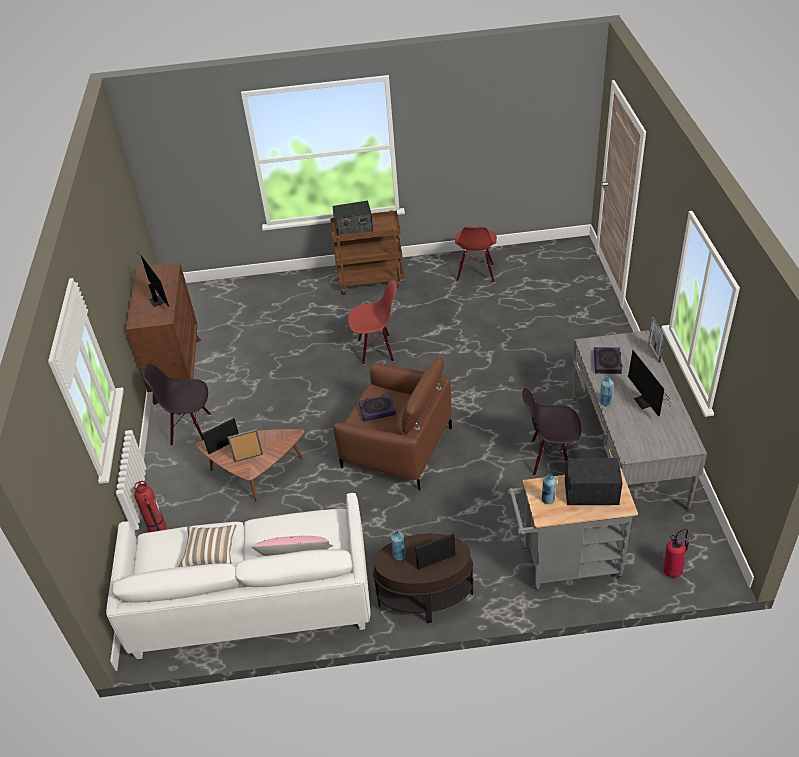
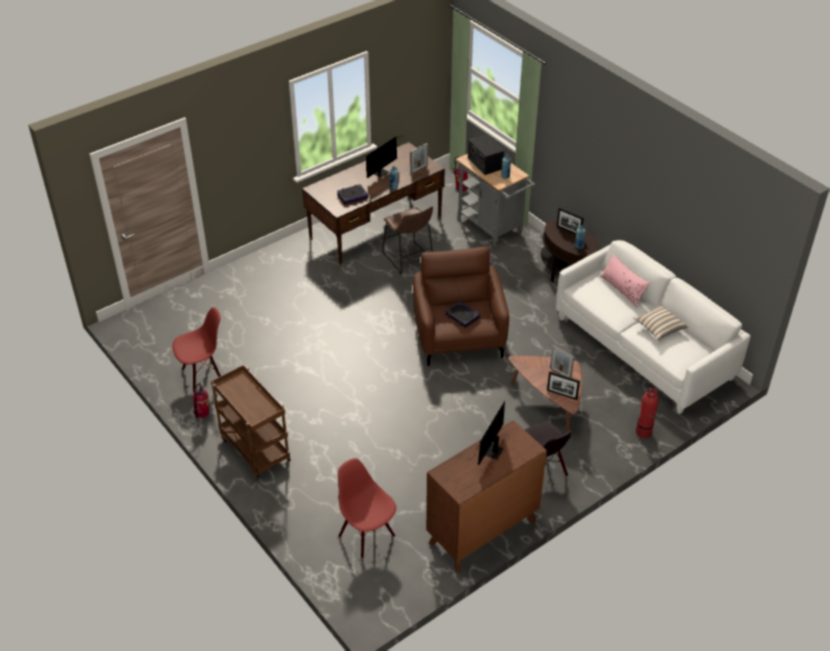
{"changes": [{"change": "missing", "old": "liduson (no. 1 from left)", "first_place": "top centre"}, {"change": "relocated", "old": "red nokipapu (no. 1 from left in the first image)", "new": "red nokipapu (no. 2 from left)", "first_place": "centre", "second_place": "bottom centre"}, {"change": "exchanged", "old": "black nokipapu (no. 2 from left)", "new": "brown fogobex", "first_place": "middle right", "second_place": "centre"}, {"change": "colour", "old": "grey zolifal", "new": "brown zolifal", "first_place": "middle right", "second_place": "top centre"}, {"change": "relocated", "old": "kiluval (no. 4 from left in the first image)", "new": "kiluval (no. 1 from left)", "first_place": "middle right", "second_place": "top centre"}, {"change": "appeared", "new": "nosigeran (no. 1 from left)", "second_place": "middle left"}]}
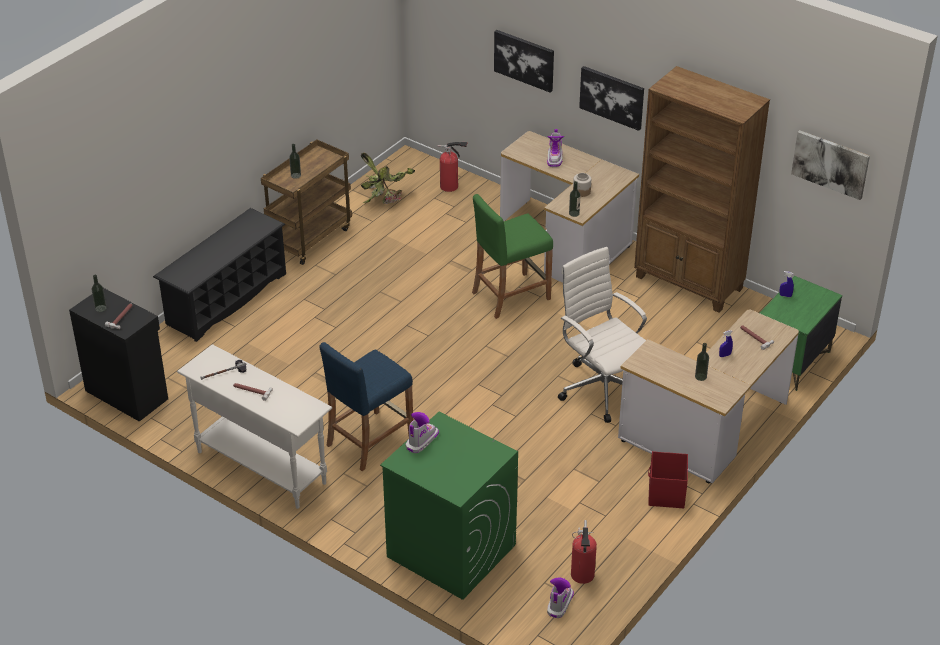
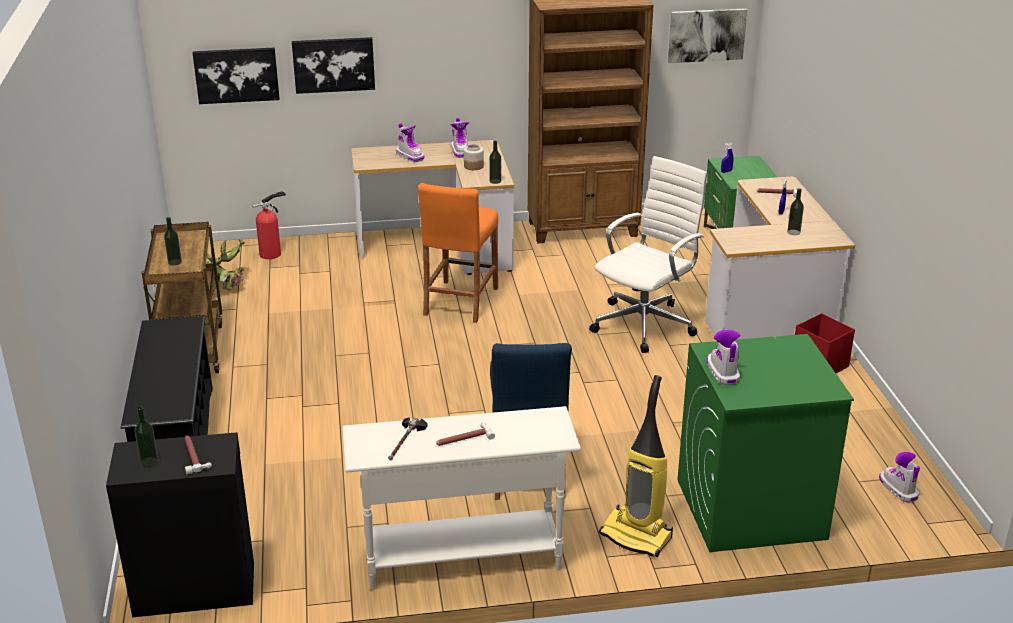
{"changes": [{"change": "colour", "old": "green fogobex", "new": "orange fogobex", "first_place": "centre", "second_place": "centre"}, {"change": "spun", "old": "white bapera", "first_place": "centre", "second_place": "centre", "degrees": 120}, {"change": "missing", "old": "nosigeran (no. 2 from left)", "first_place": "bottom centre"}, {"change": "relocated", "old": "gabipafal (no. 2 from left in the first image)", "new": "gabipafal (no. 1 from left)", "first_place": "top centre", "second_place": "top left"}, {"change": "appeared", "new": "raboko (no. 2 from left)", "second_place": "top centre"}, {"change": "appeared", "new": "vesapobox", "second_place": "bottom centre"}]}
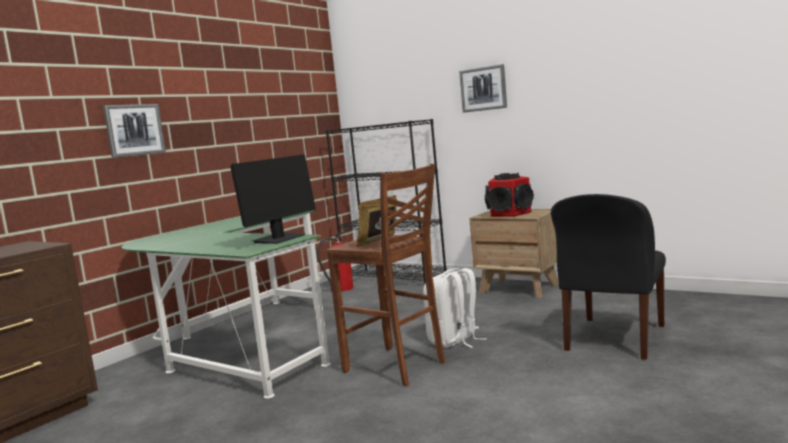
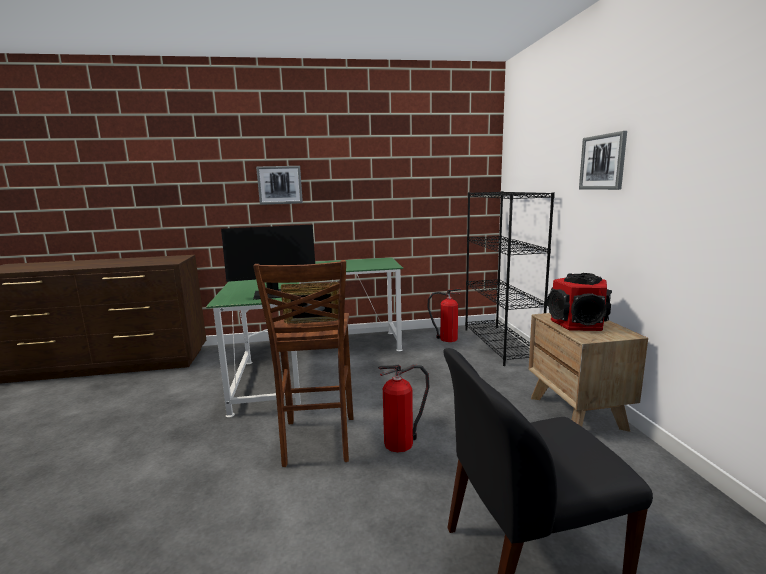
{"changes": [{"change": "exchanged", "old": "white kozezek", "new": "nosigeran (no. 1 from left)", "first_place": "bottom centre", "second_place": "bottom centre"}]}
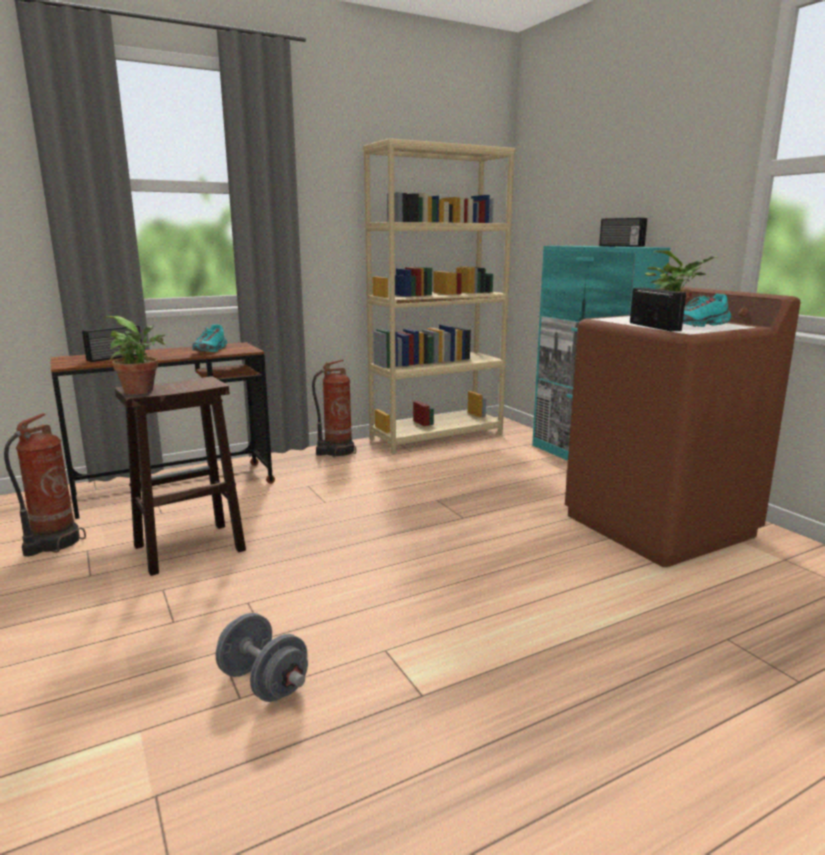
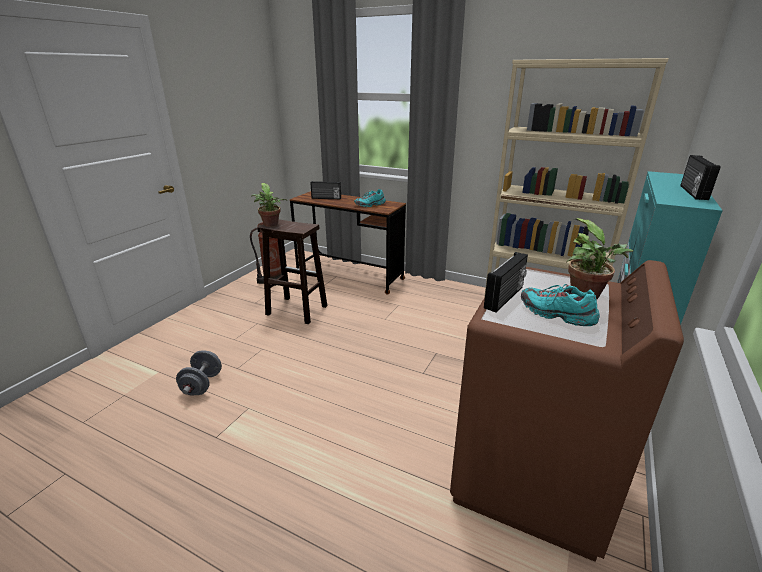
{"changes": [{"change": "missing", "old": "nosigeran (no. 2 from left)", "first_place": "centre"}]}
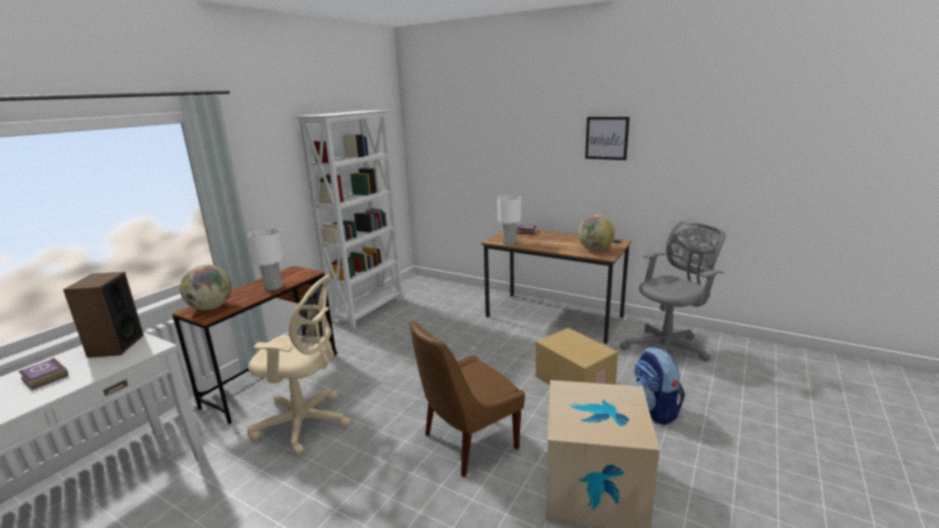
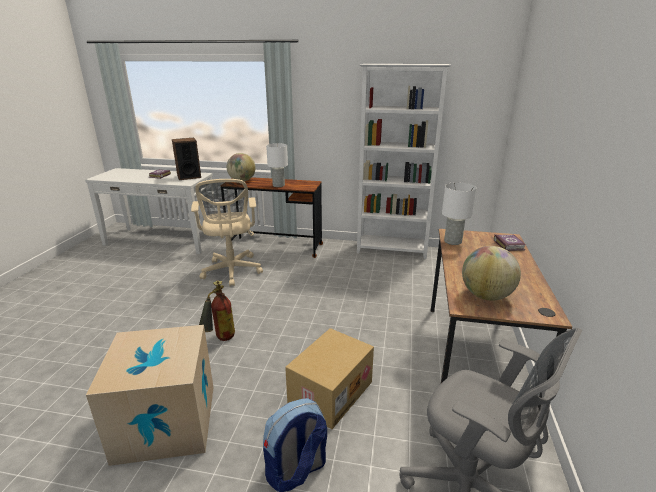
{"changes": [{"change": "exchanged", "old": "brown nokipapu", "new": "nosigeran", "first_place": "bottom centre", "second_place": "middle left"}, {"change": "missing", "old": "gabipafal", "first_place": "top centre"}]}
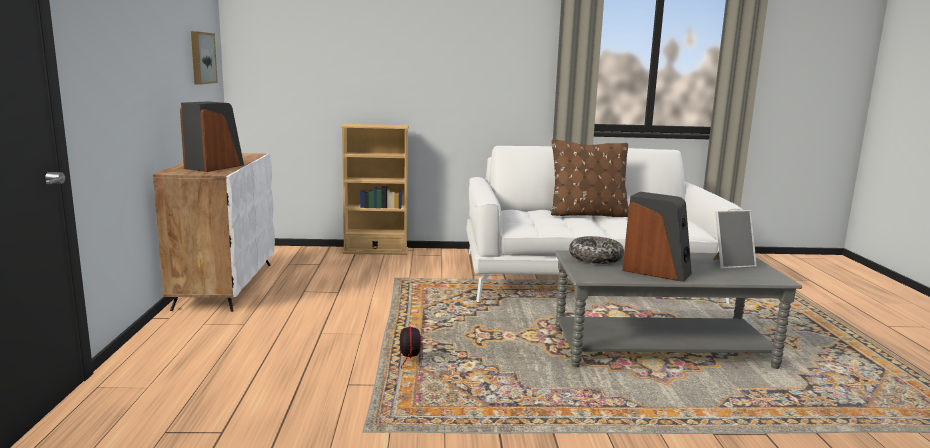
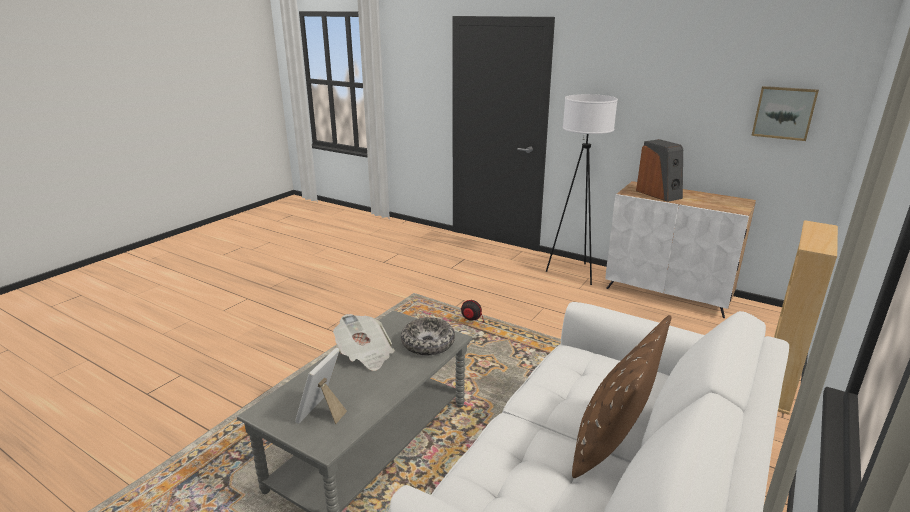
{"changes": [{"change": "exchanged", "old": "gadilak (no. 2 from left)", "new": "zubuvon", "first_place": "middle right", "second_place": "bottom centre"}, {"change": "appeared", "new": "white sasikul", "second_place": "centre"}]}
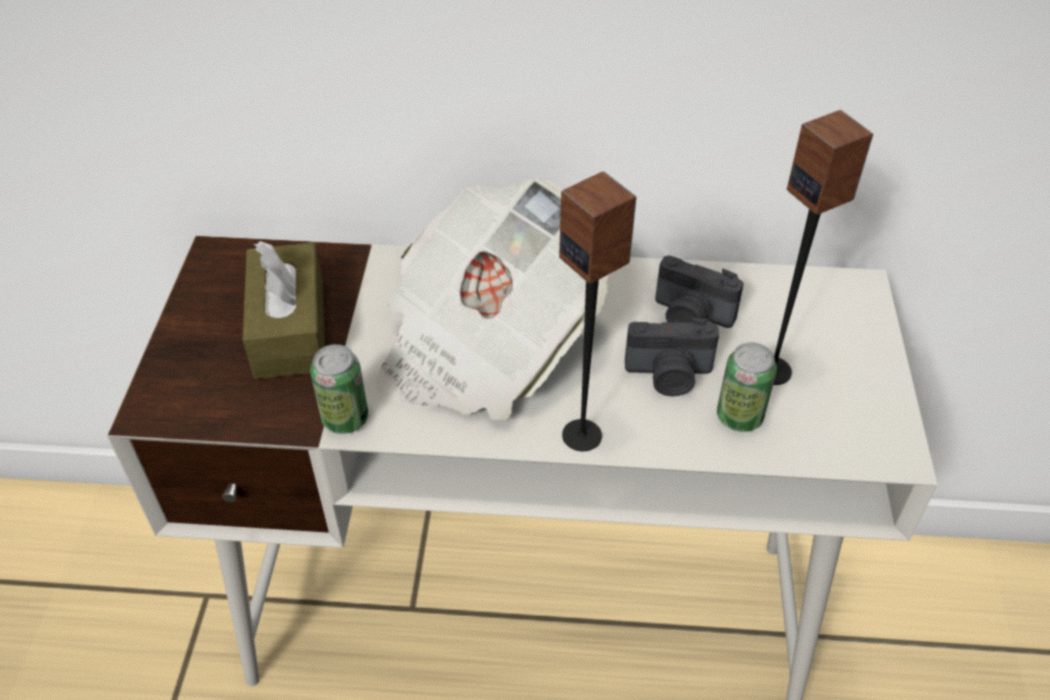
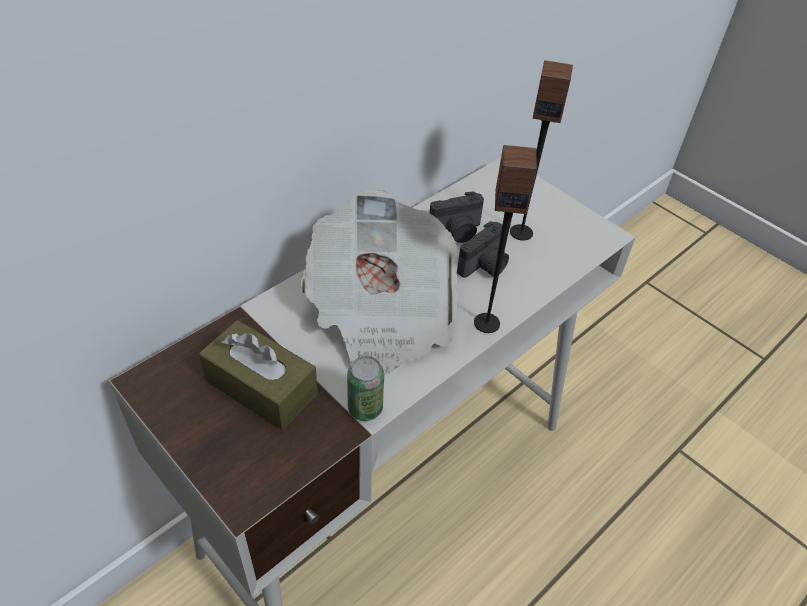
{"changes": [{"change": "missing", "old": "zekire (no. 2 from left)", "first_place": "middle right"}]}
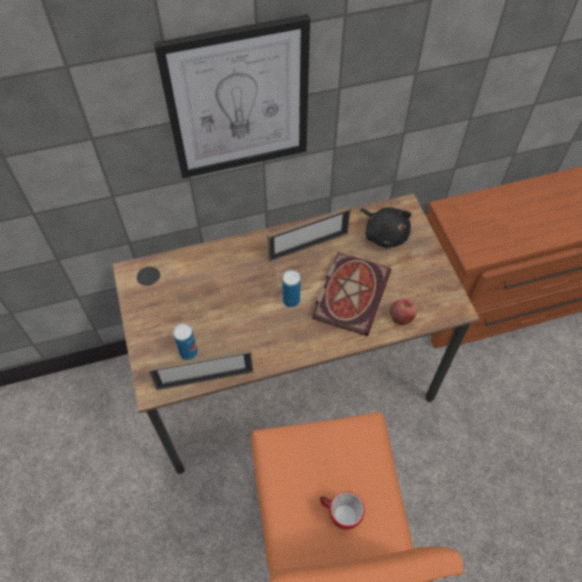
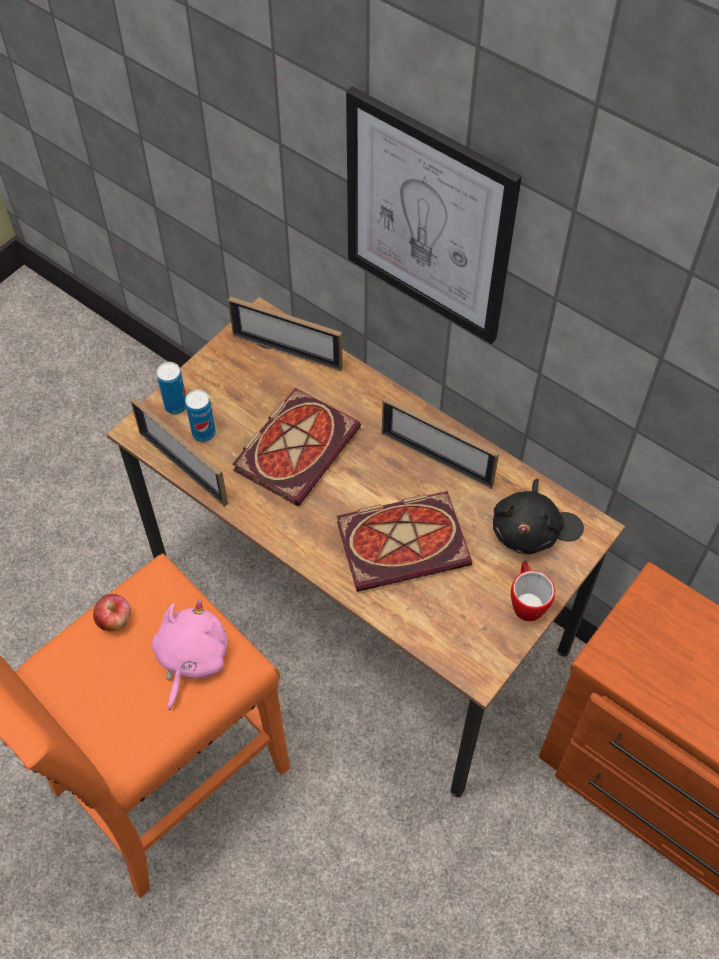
{"changes": [{"change": "relocated", "old": "zekire (no. 2 from left in the first image)", "new": "zekire (no. 1 from left)", "first_place": "centre", "second_place": "middle left"}, {"change": "relocated", "old": "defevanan", "first_place": "bottom centre", "second_place": "middle right"}, {"change": "relocated", "old": "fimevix", "first_place": "middle right", "second_place": "middle left"}, {"change": "appeared", "new": "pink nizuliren", "second_place": "bottom left"}, {"change": "appeared", "new": "kiluval (no. 2 from left)", "second_place": "centre"}, {"change": "appeared", "new": "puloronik (no. 1 from left)", "second_place": "centre"}]}
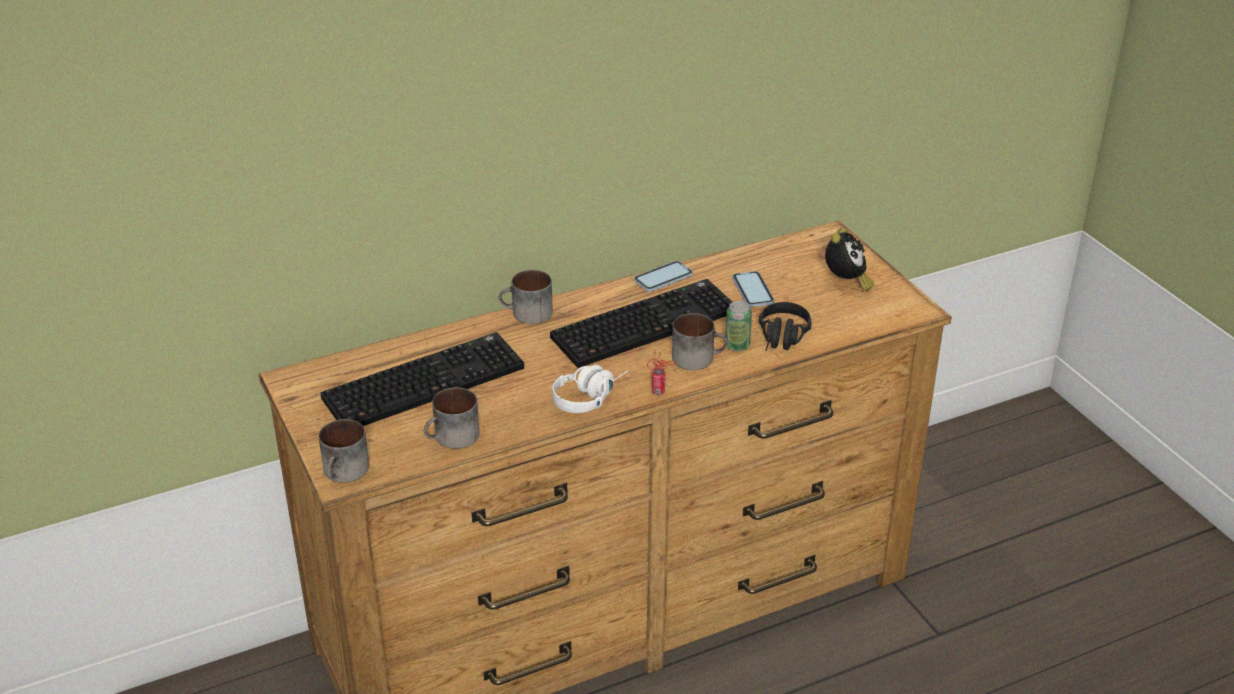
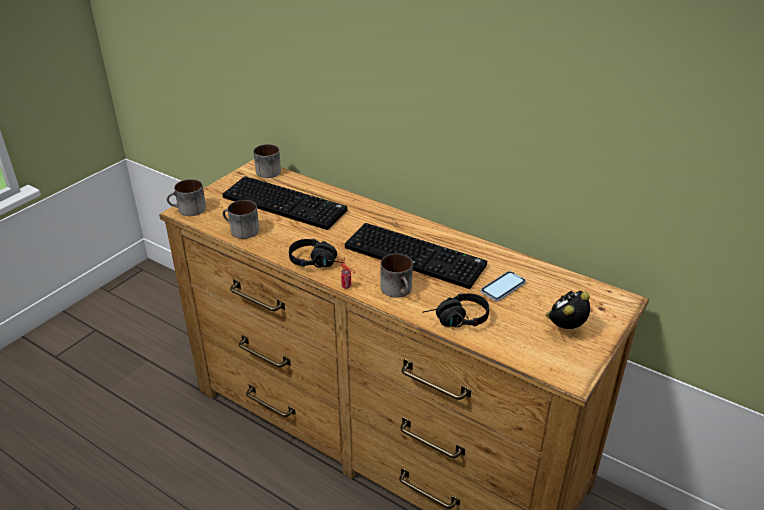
{"changes": [{"change": "relocated", "old": "defevanan (no. 3 from left)", "first_place": "centre", "second_place": "top centre"}, {"change": "colour", "old": "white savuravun", "new": "black savuravun (no. 1 from left)", "first_place": "centre", "second_place": "centre"}, {"change": "missing", "old": "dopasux (no. 1 from left)", "first_place": "centre"}, {"change": "missing", "old": "zekire (no. 2 from left)", "first_place": "centre"}, {"change": "spun", "old": "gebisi", "first_place": "middle right", "second_place": "middle right", "degrees": 150}]}
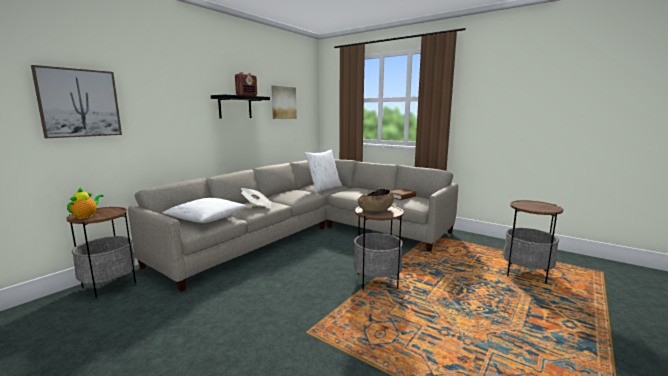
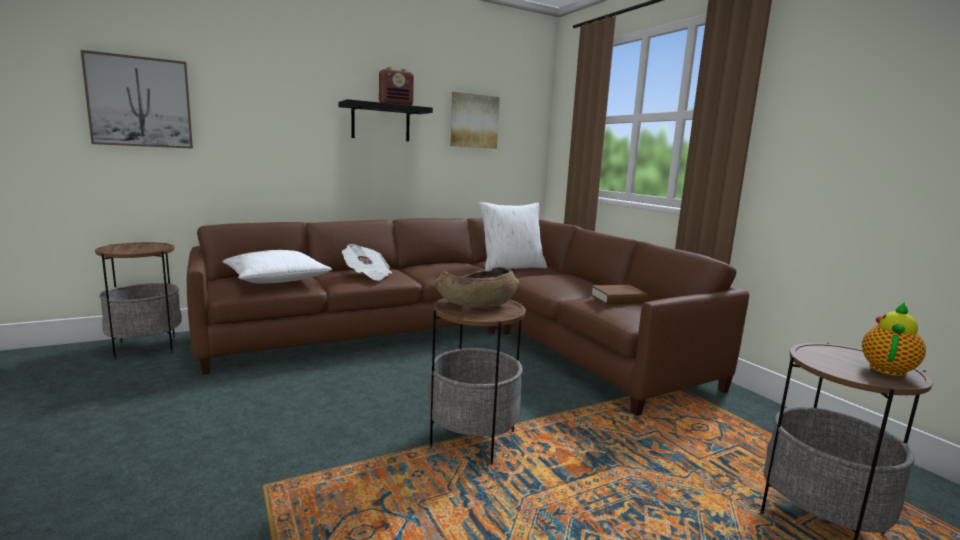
{"changes": [{"change": "relocated", "old": "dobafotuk", "first_place": "middle left", "second_place": "middle right"}, {"change": "colour", "old": "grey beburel", "new": "brown beburel", "first_place": "centre", "second_place": "centre"}]}
